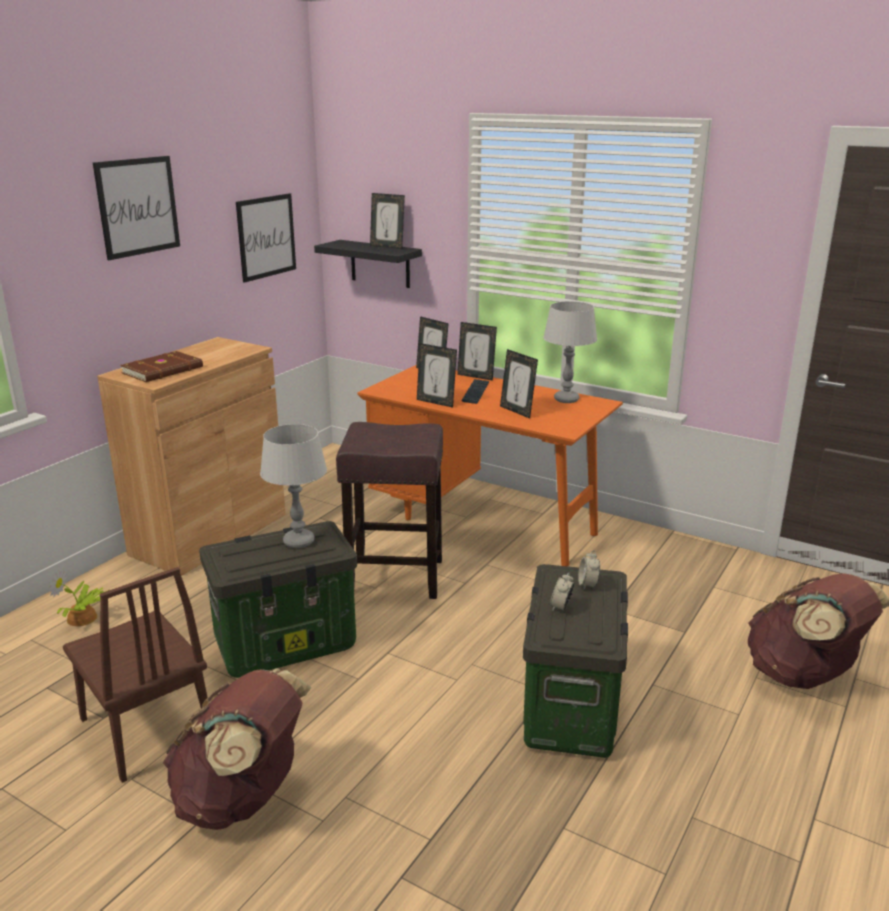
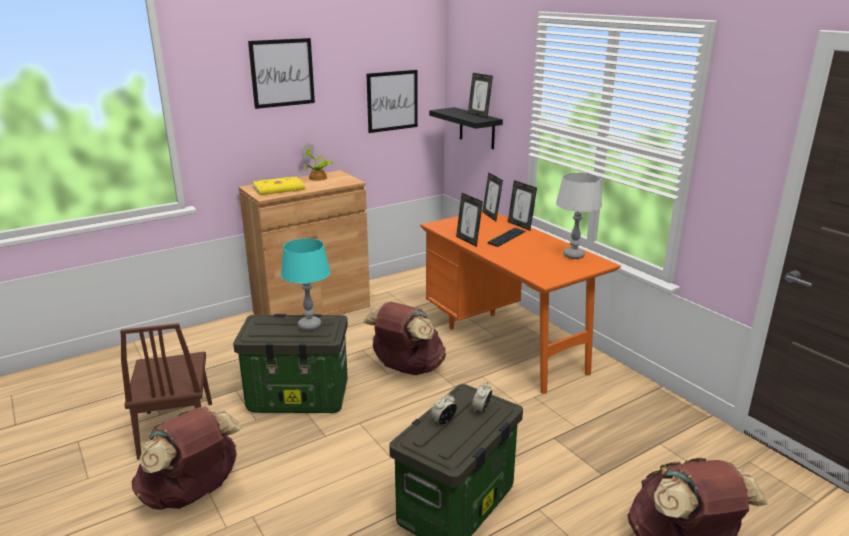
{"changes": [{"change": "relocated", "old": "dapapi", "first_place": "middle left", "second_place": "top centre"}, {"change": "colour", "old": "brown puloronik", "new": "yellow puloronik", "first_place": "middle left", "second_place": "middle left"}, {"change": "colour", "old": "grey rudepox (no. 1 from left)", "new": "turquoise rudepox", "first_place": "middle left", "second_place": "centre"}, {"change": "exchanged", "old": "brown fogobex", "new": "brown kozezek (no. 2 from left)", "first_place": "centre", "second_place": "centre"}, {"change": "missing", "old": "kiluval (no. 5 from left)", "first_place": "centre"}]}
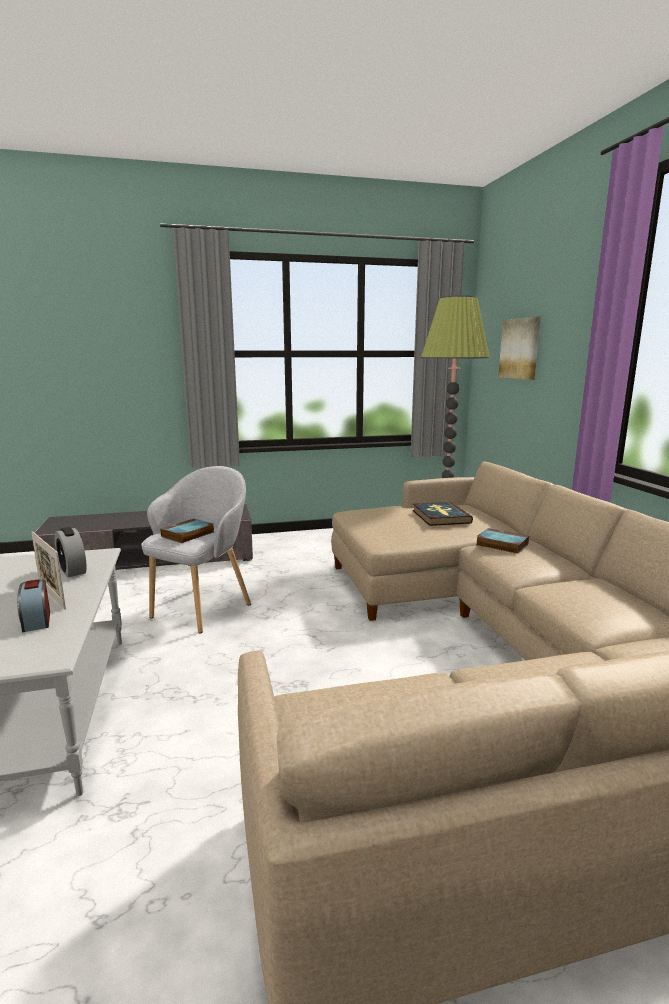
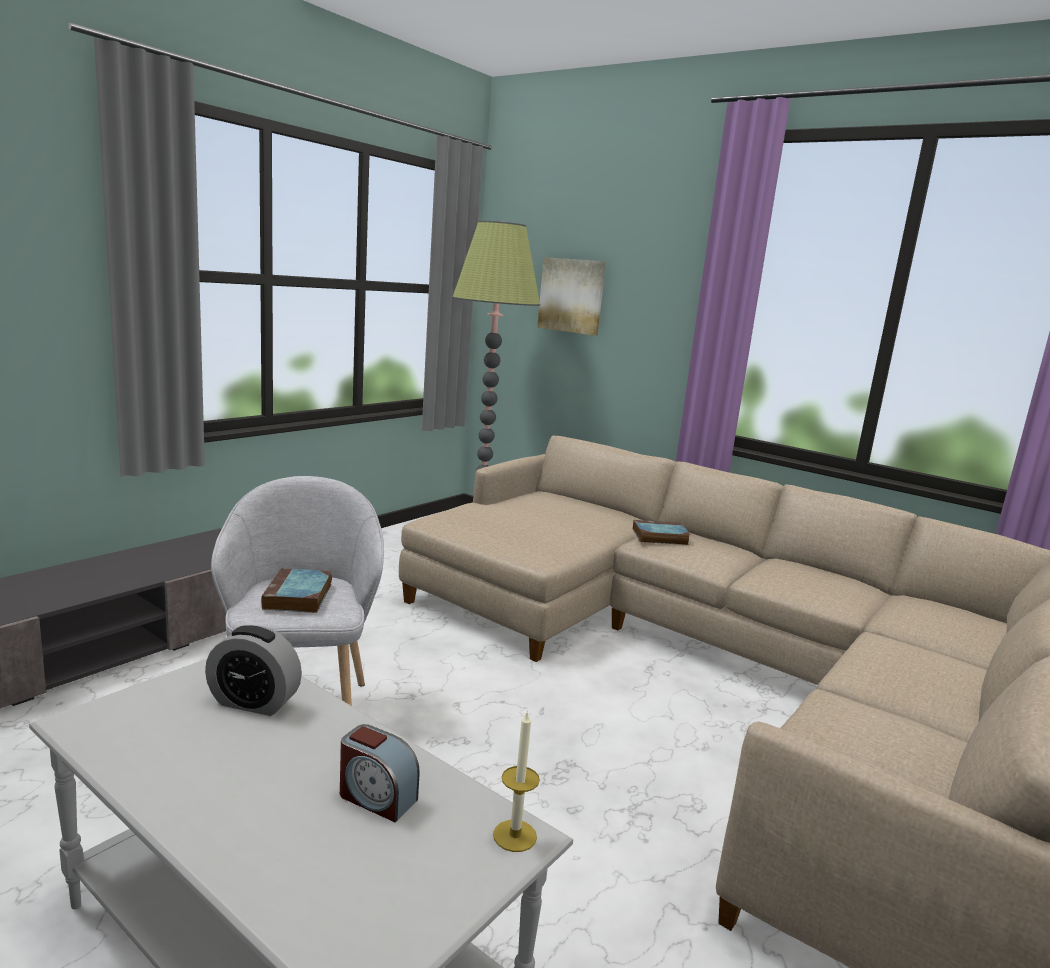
{"changes": [{"change": "missing", "old": "kiluval", "first_place": "middle left"}, {"change": "missing", "old": "puloronik (no. 2 from left)", "first_place": "centre"}, {"change": "appeared", "new": "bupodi", "second_place": "bottom centre"}]}
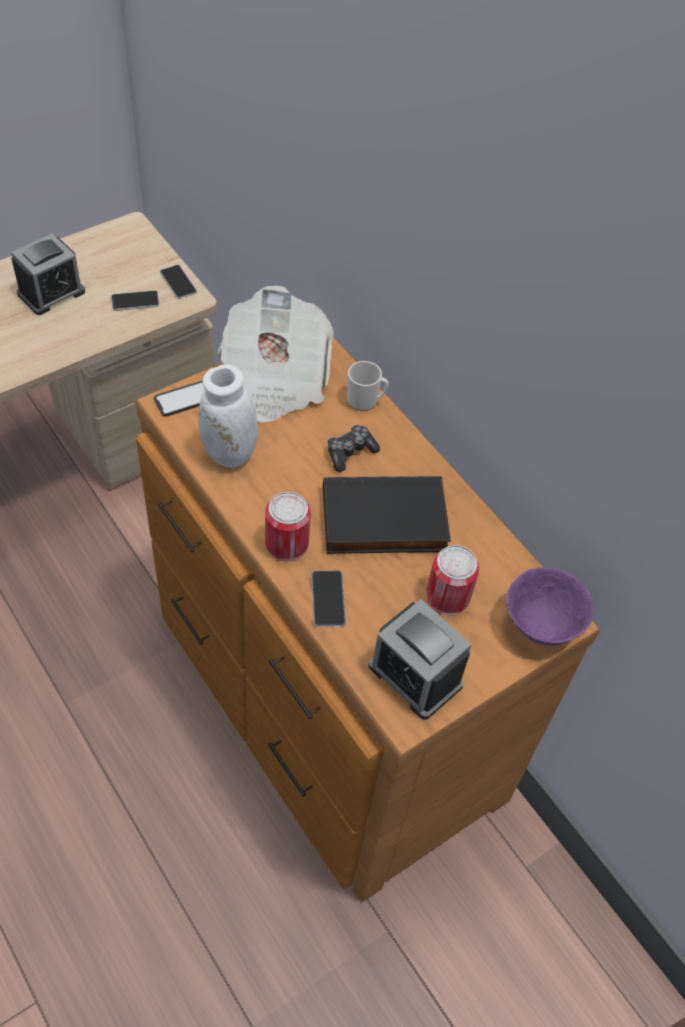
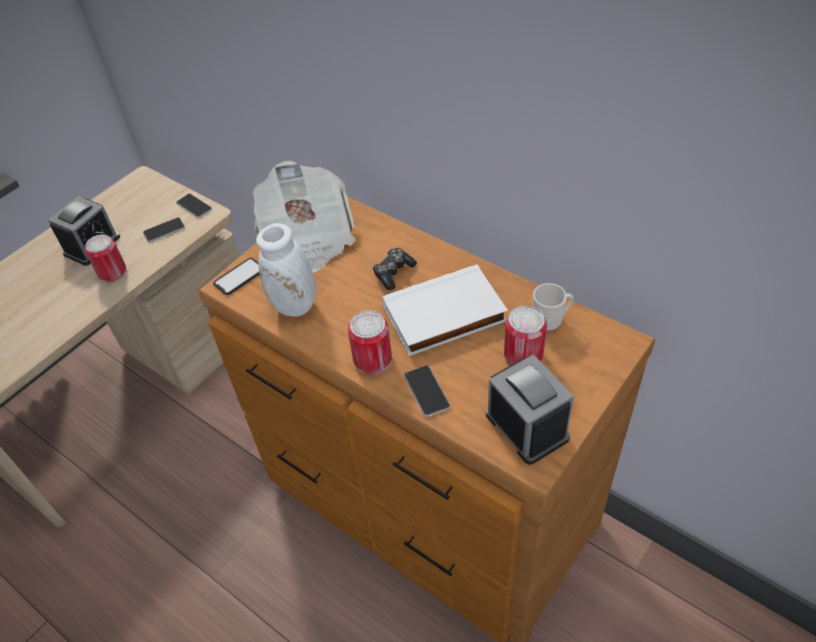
{"changes": [{"change": "colour", "old": "black puloronik", "new": "white puloronik", "first_place": "centre", "second_place": "centre"}, {"change": "relocated", "old": "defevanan", "first_place": "centre", "second_place": "middle right"}, {"change": "spun", "old": "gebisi (no. 2 from left)", "first_place": "centre", "second_place": "centre", "degrees": -150}, {"change": "missing", "old": "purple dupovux", "first_place": "middle right"}, {"change": "appeared", "new": "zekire (no. 1 from left)", "second_place": "middle left"}]}
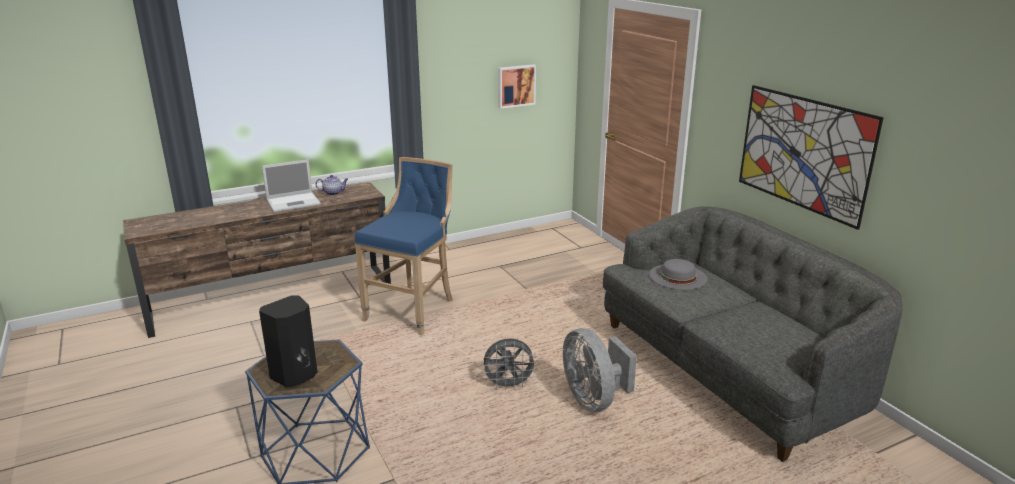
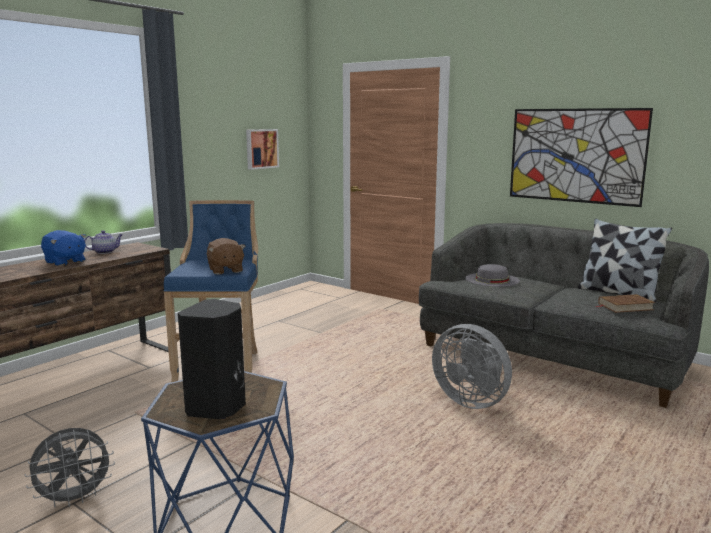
{"changes": [{"change": "exchanged", "old": "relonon", "new": "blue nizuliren", "first_place": "middle left", "second_place": "middle left"}, {"change": "relocated", "old": "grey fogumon (no. 1 from left)", "first_place": "bottom centre", "second_place": "bottom left"}, {"change": "appeared", "new": "brown nizuliren", "second_place": "middle left"}, {"change": "appeared", "new": "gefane", "second_place": "middle right"}, {"change": "appeared", "new": "brown puloronik", "second_place": "middle right"}]}
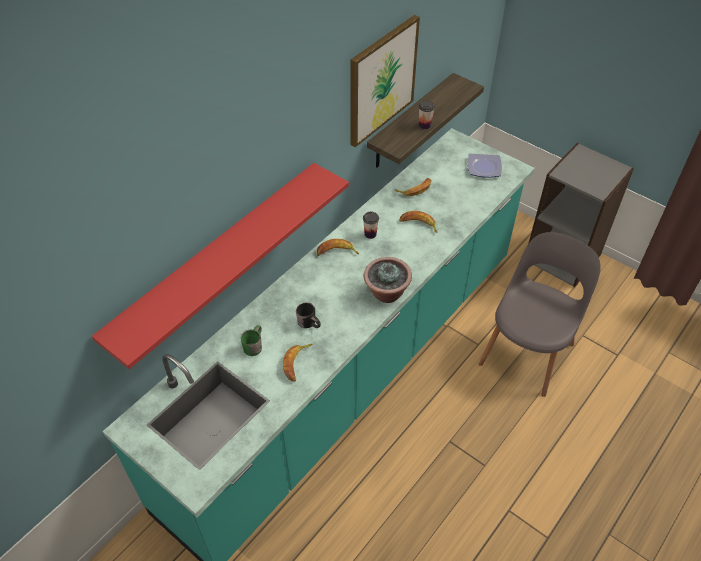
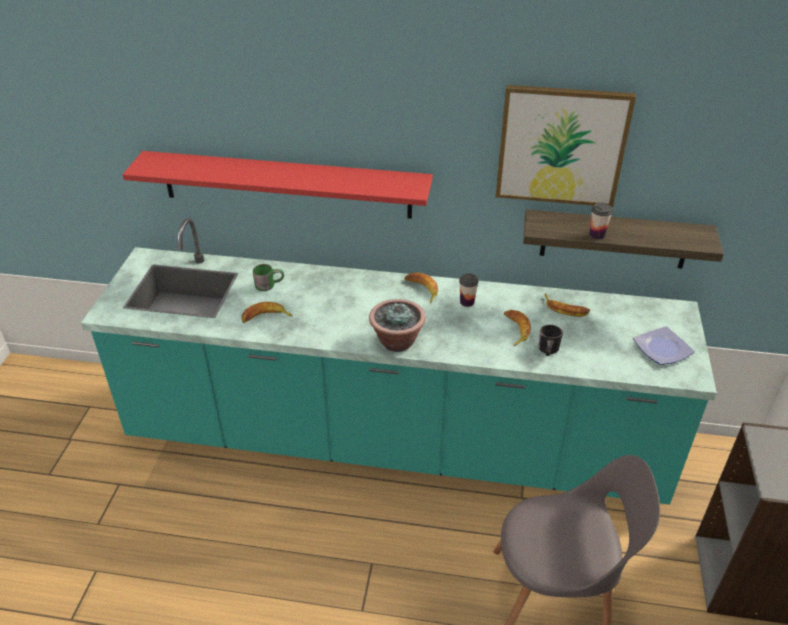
{"changes": [{"change": "relocated", "old": "black defevanan", "first_place": "centre", "second_place": "middle right"}]}
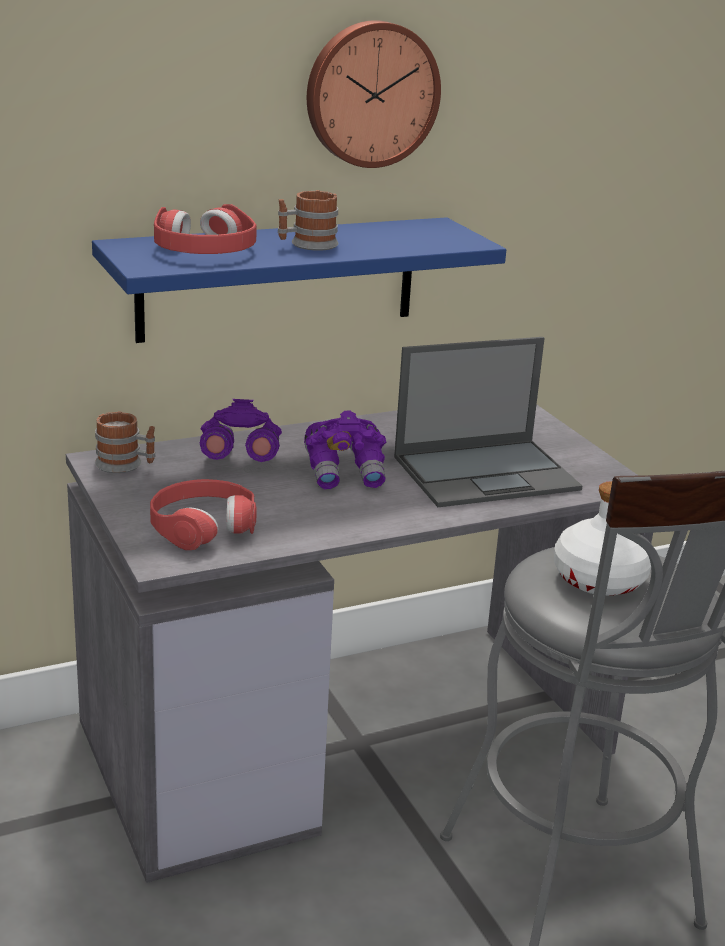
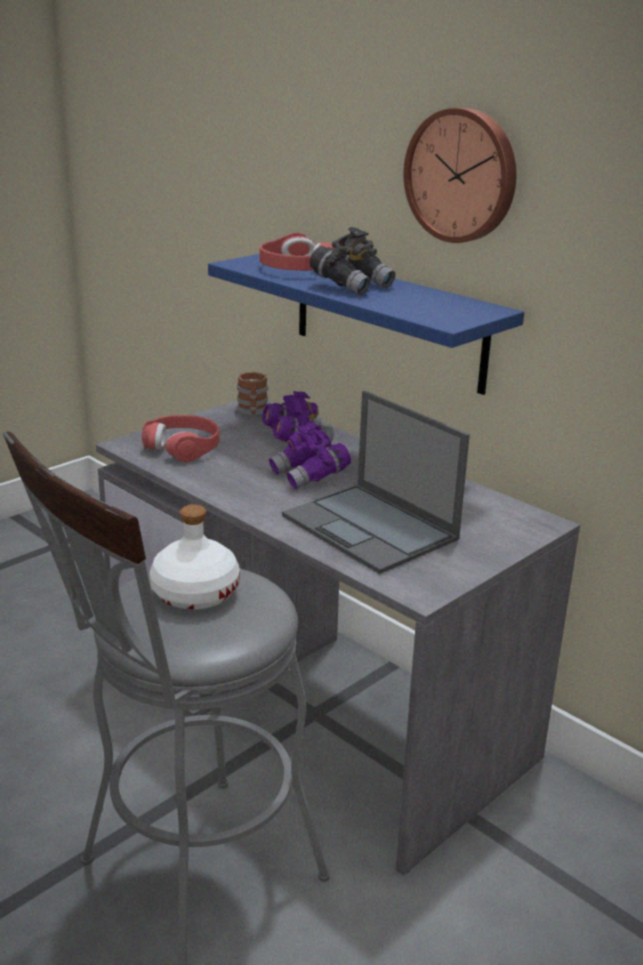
{"changes": [{"change": "exchanged", "old": "defevanan (no. 2 from left)", "new": "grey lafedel", "first_place": "top centre", "second_place": "top centre"}]}
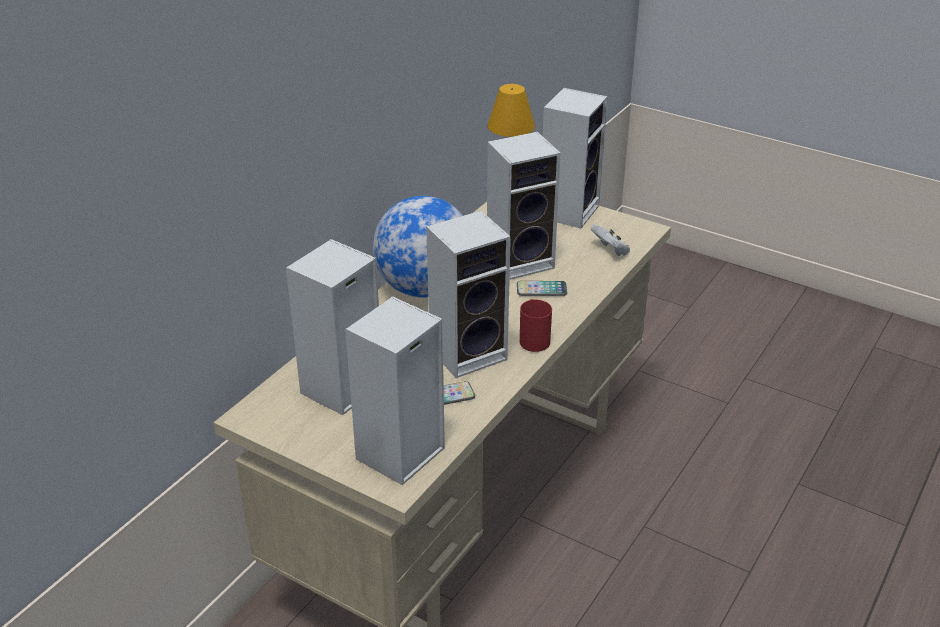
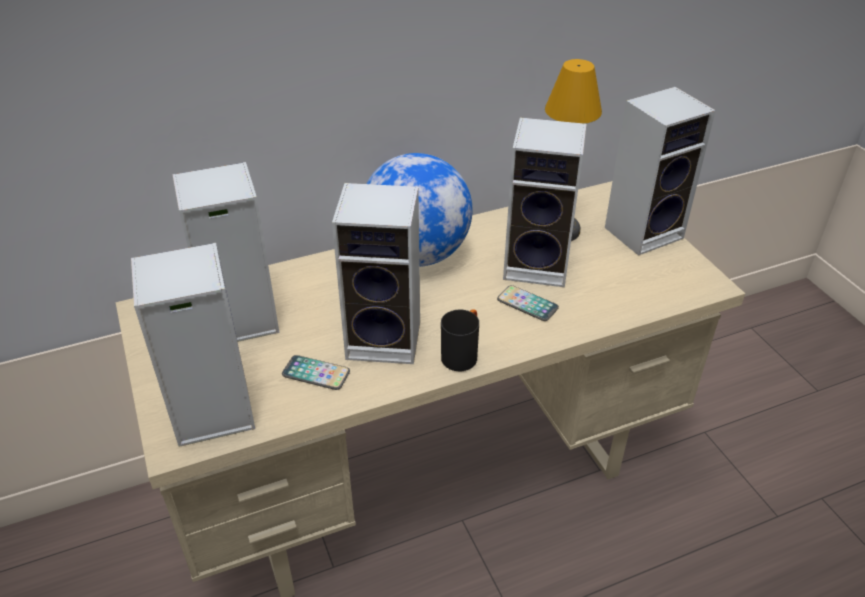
{"changes": [{"change": "colour", "old": "red defevanan", "new": "black defevanan", "first_place": "centre", "second_place": "centre"}, {"change": "missing", "old": "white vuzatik", "first_place": "centre"}]}
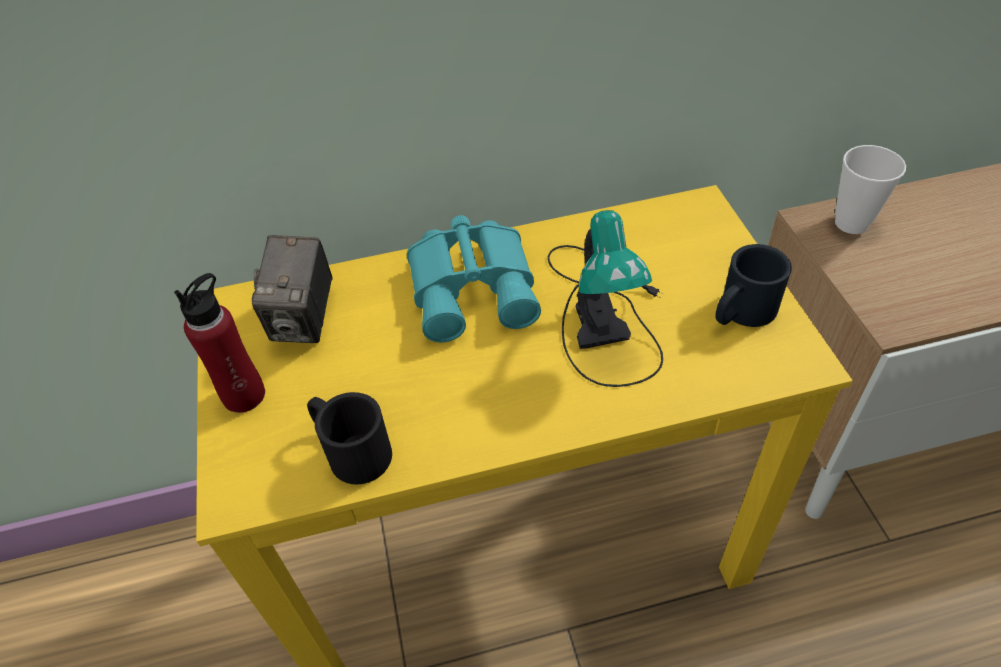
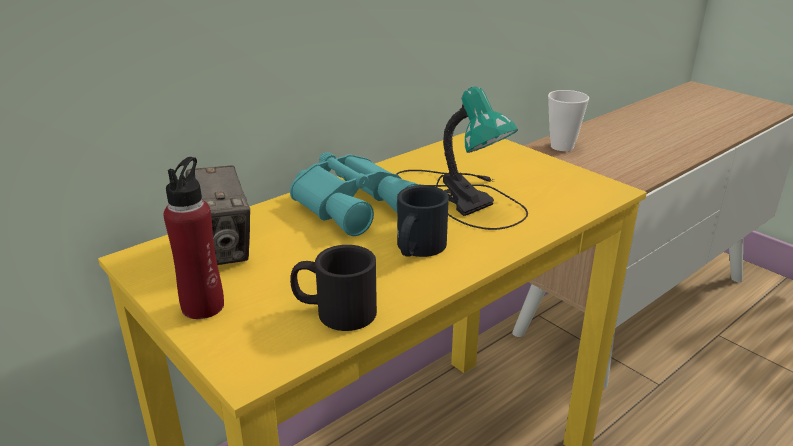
{"changes": [{"change": "relocated", "old": "black defevanan (no. 2 from left)", "first_place": "middle right", "second_place": "centre"}]}
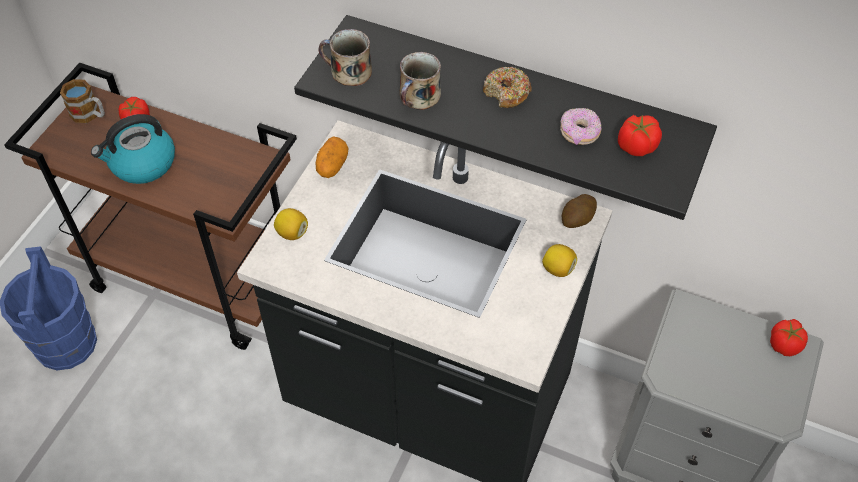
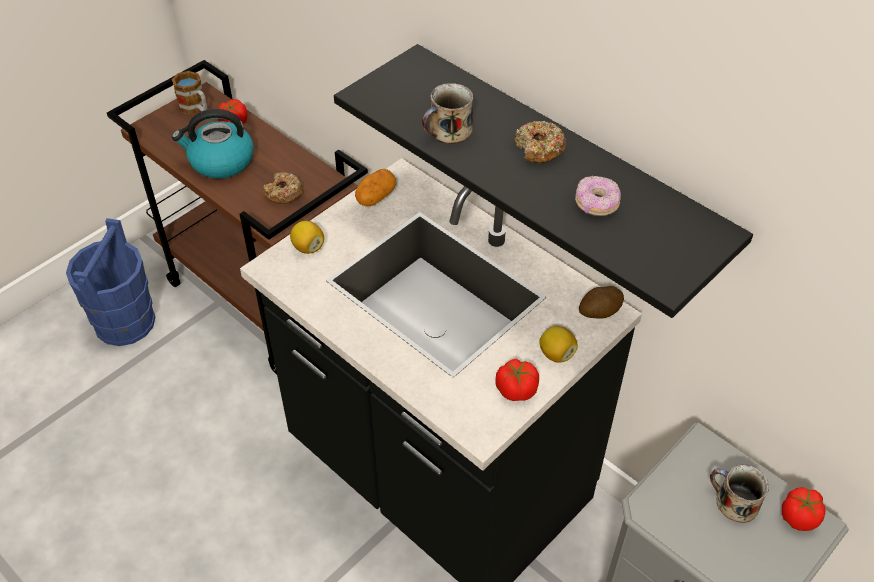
{"changes": [{"change": "relocated", "old": "defevanan (no. 2 from left in the first image)", "new": "defevanan (no. 3 from left)", "first_place": "top centre", "second_place": "bottom right"}, {"change": "relocated", "old": "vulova (no. 2 from left)", "first_place": "top right", "second_place": "centre"}, {"change": "appeared", "new": "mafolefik (no. 1 from left)", "second_place": "top left"}]}
